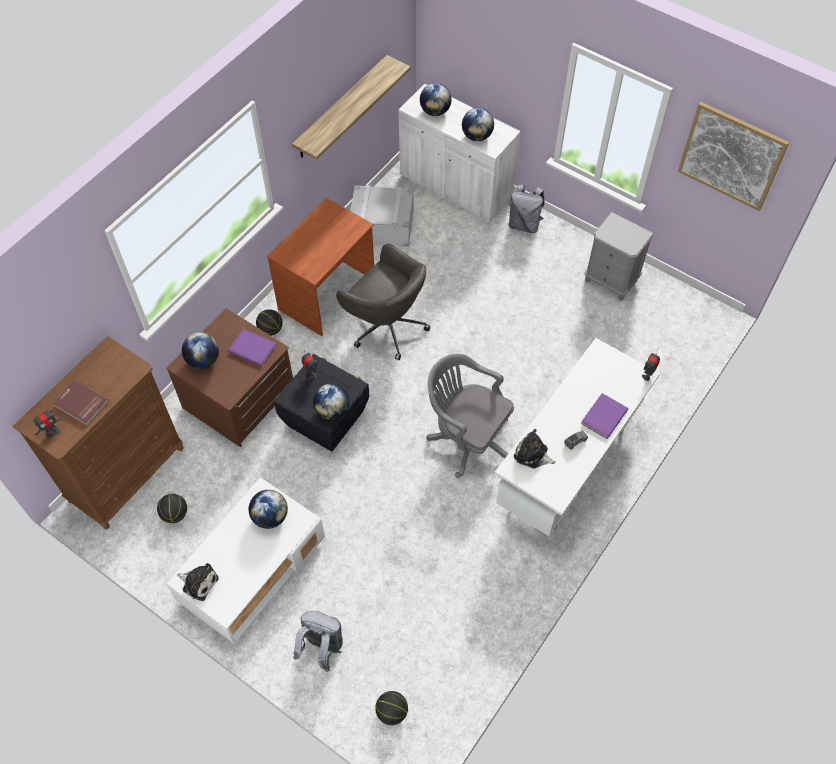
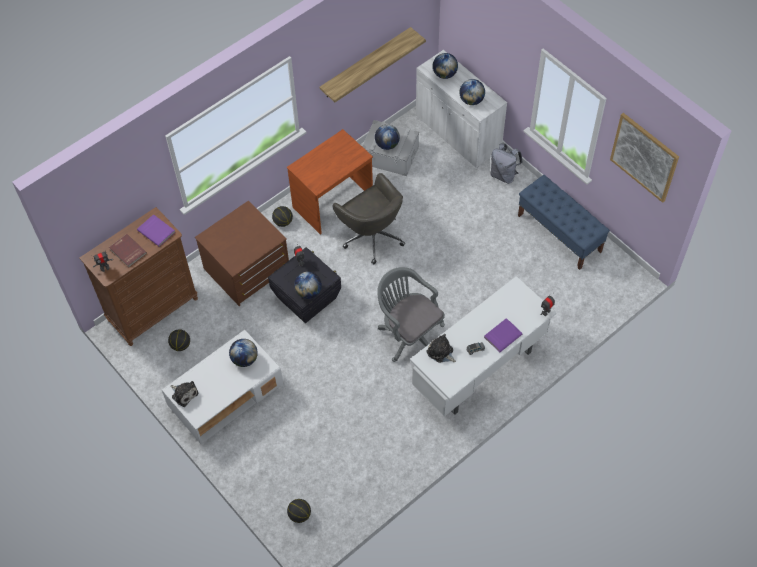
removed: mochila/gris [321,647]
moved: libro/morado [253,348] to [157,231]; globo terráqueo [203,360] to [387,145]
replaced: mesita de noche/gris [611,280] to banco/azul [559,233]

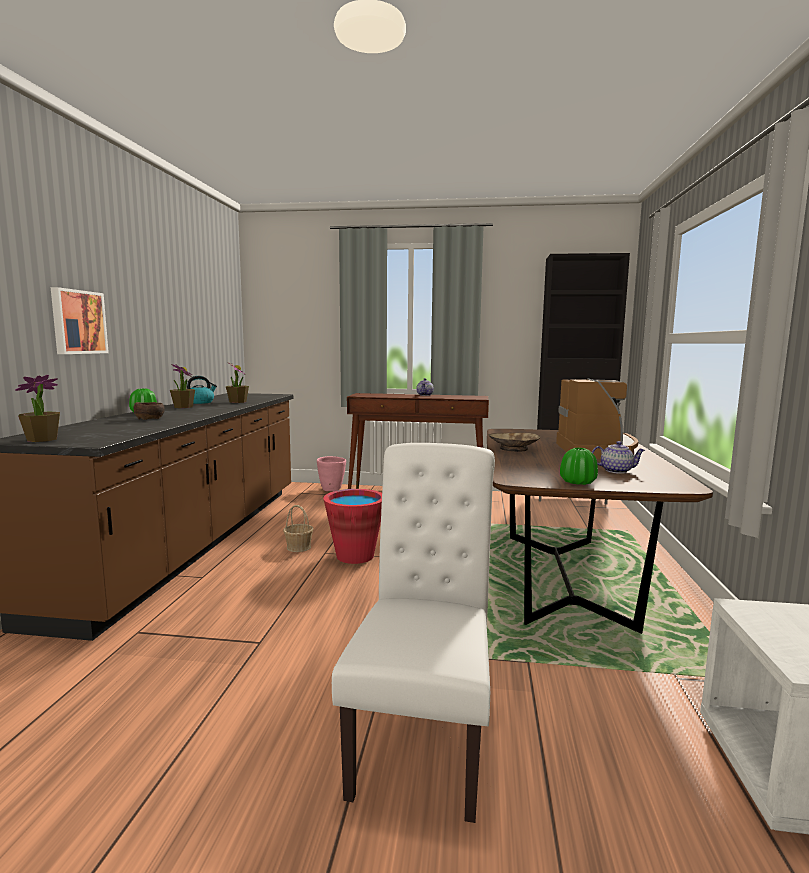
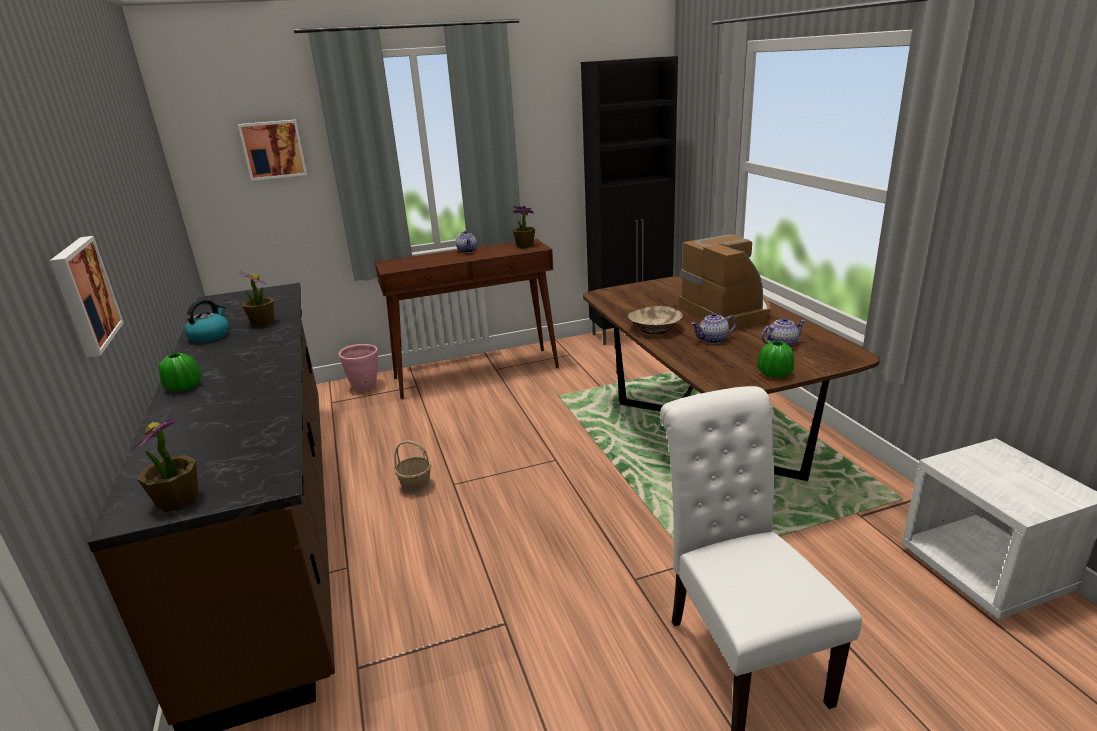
removed: cuenco/marrón [150,418]; cubo/rojo [355,556]
added: cuadro [273,149]; tetera [713,340]
moved: planta en maceta [183,407] to [524,245]

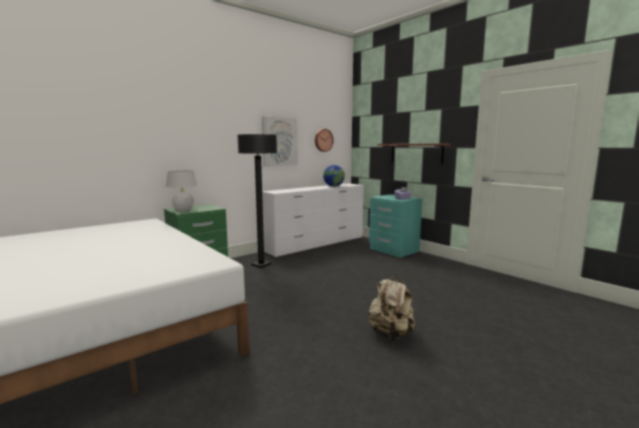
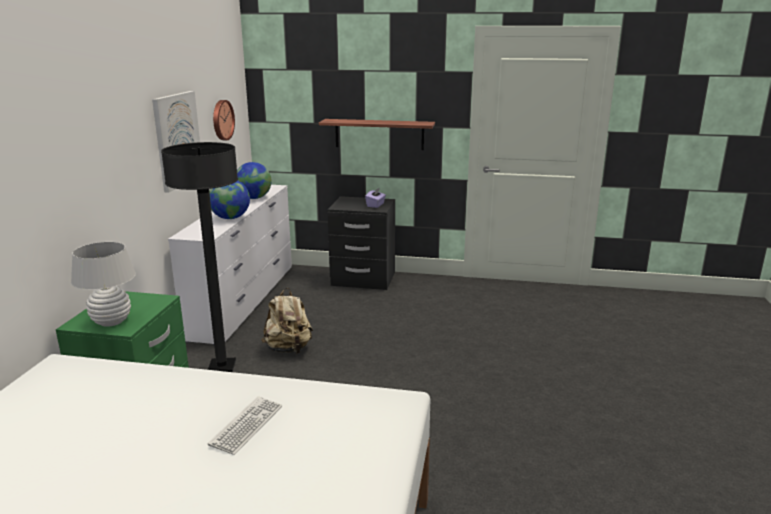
added: globo terráqueo [230,218]; teclado [247,425]
moved: mochila/beis [391,334] to [289,349]
recoloured: mesita de noche/turquesa [393,250] to mesita de noche/negro [363,279]

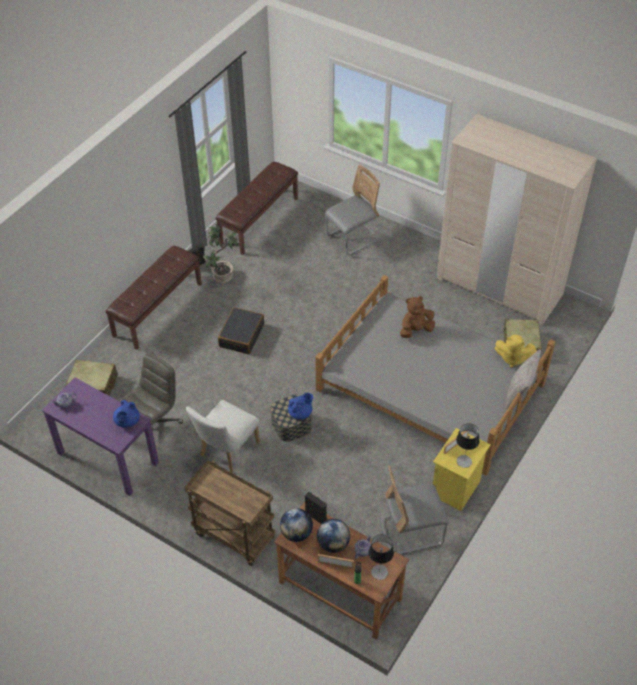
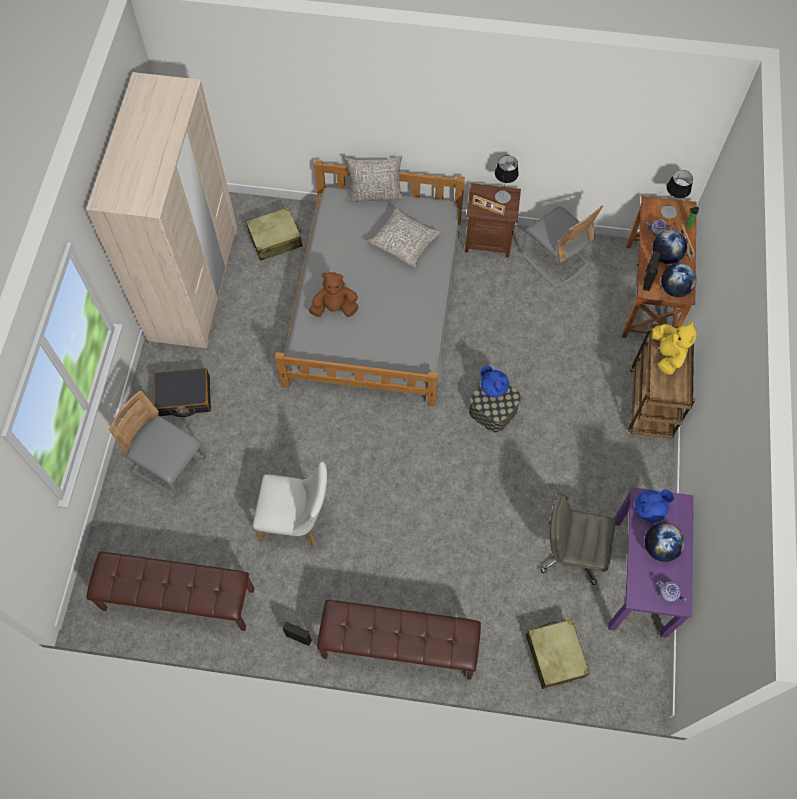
removed: planta en maceta [223,277]
added: cojín/gris [404,242]; globo terráqueo [659,547]
moved: maleta/negro [241,335] to [184,396]; peluche/amarillo [513,358] to [667,355]; silla/blanco [226,452] to [297,521]
recoloured: mesita de noche/amarillo [456,489] to mesita de noche/marrón [488,240]
turned: peluche/marrón [415,330] = [335,308] 135 degrees clockwise

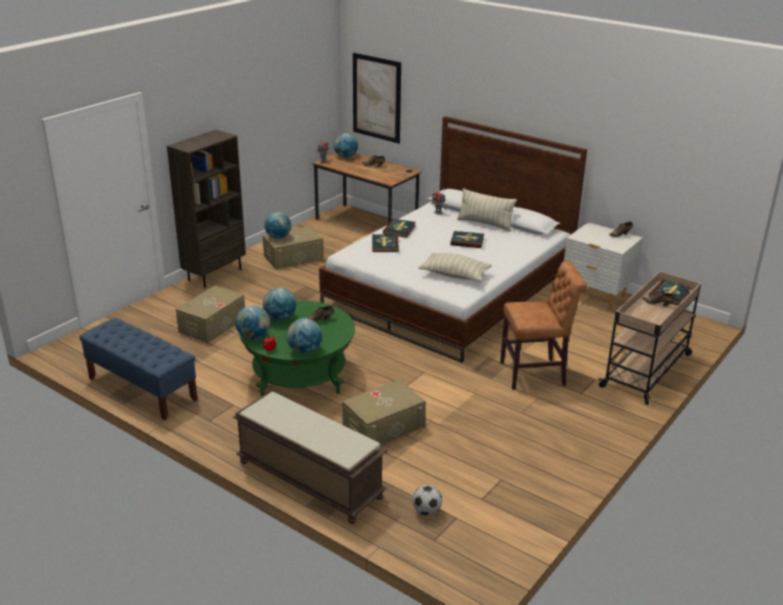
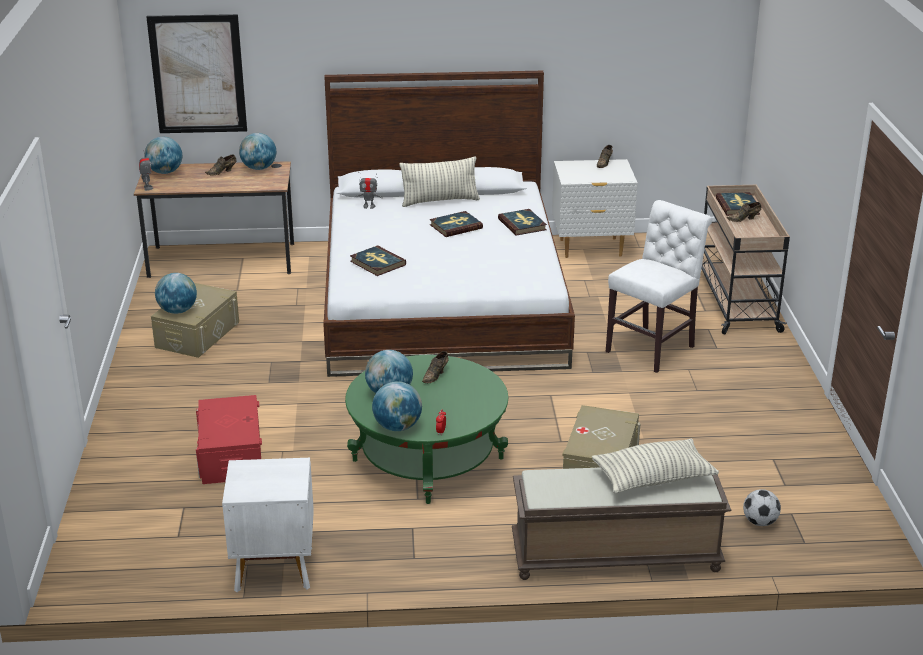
removed: estantería/marrón [214,275]
moved: libro [399,230] to [522,224]; cojín [454,275] to [653,478]; globo terráqueo [305,350] to [259,168]
replaced: banco/azul [142,389] to mesita de noche/blanco [273,568]
recoloured: silla/marrón [536,374] to silla/blanco [653,348]; caja de almacenaje/beis [212,325] to caja de almacenaje/rojo [231,455]

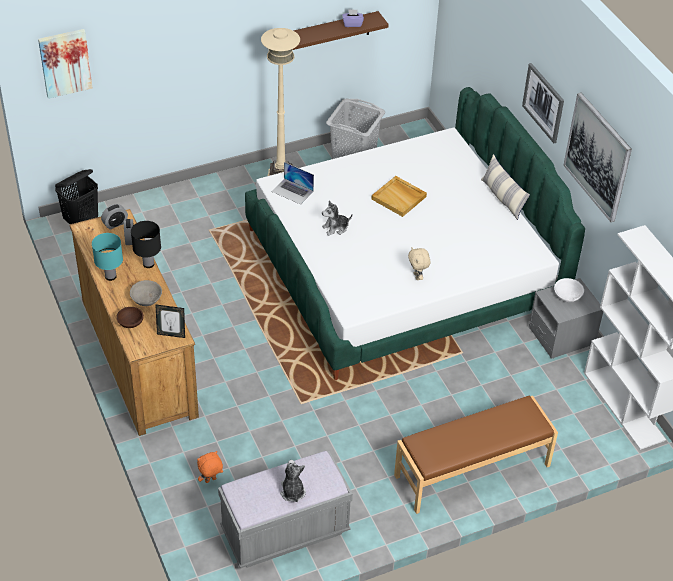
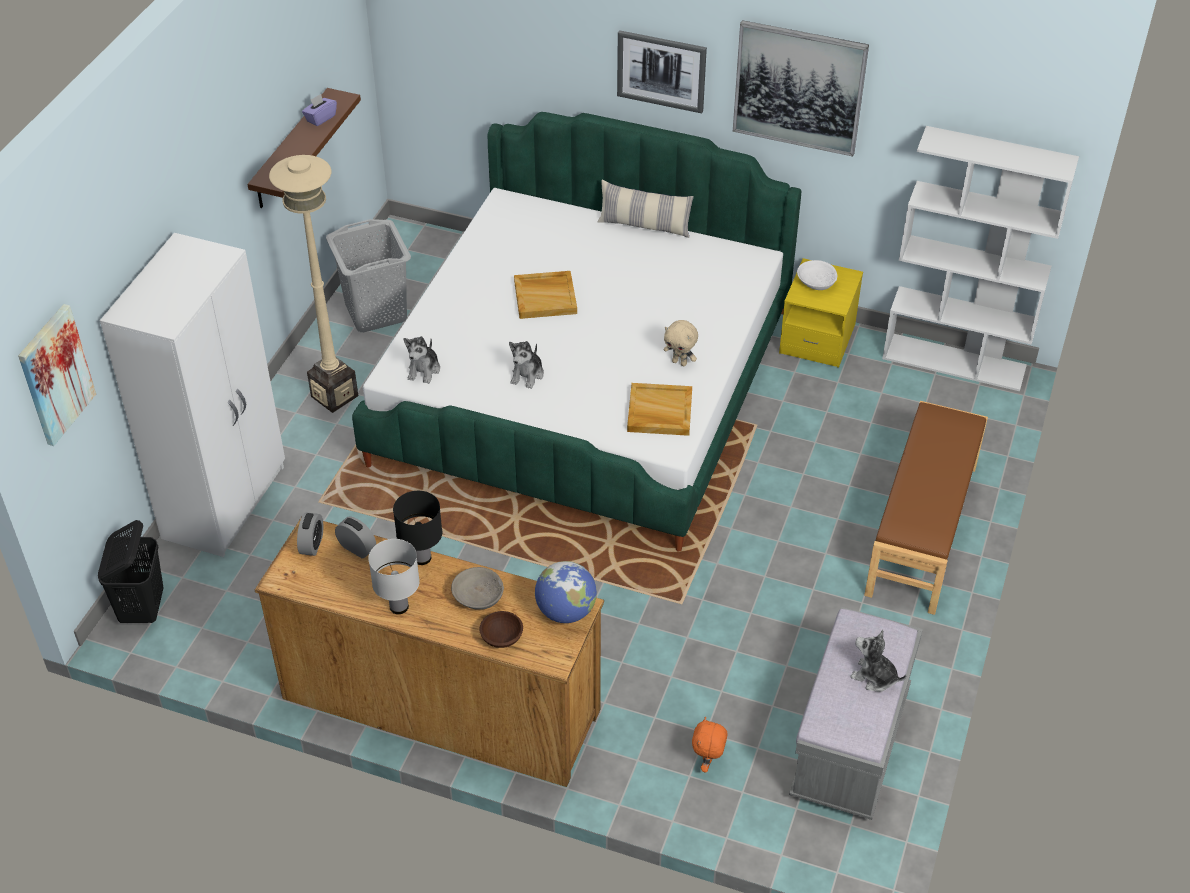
added: armario ropero/blanco [226,502]; bandeja/beis [659,412]
replaced: portátil [292,191] to peluche [424,370]; portarretratos [171,334] to globo terráqueo [566,611]
recoloured: lámpara de mesa/turquesa [110,276] to lámpara de mesa/blanco [399,607]; mesita de noche/gris [561,336] to mesita de noche/amarillo [817,339]

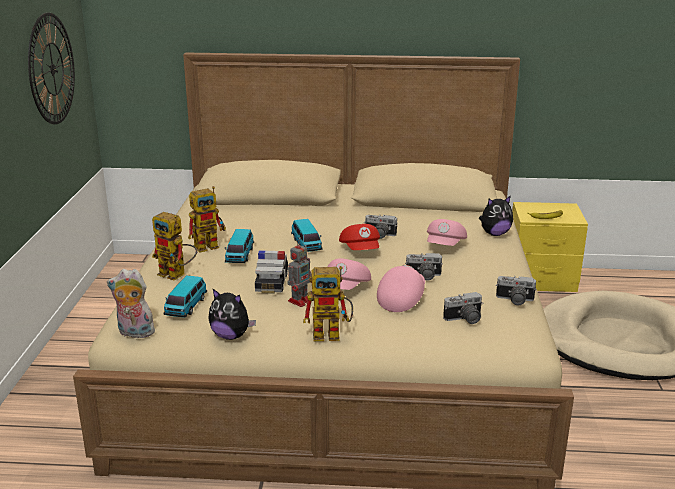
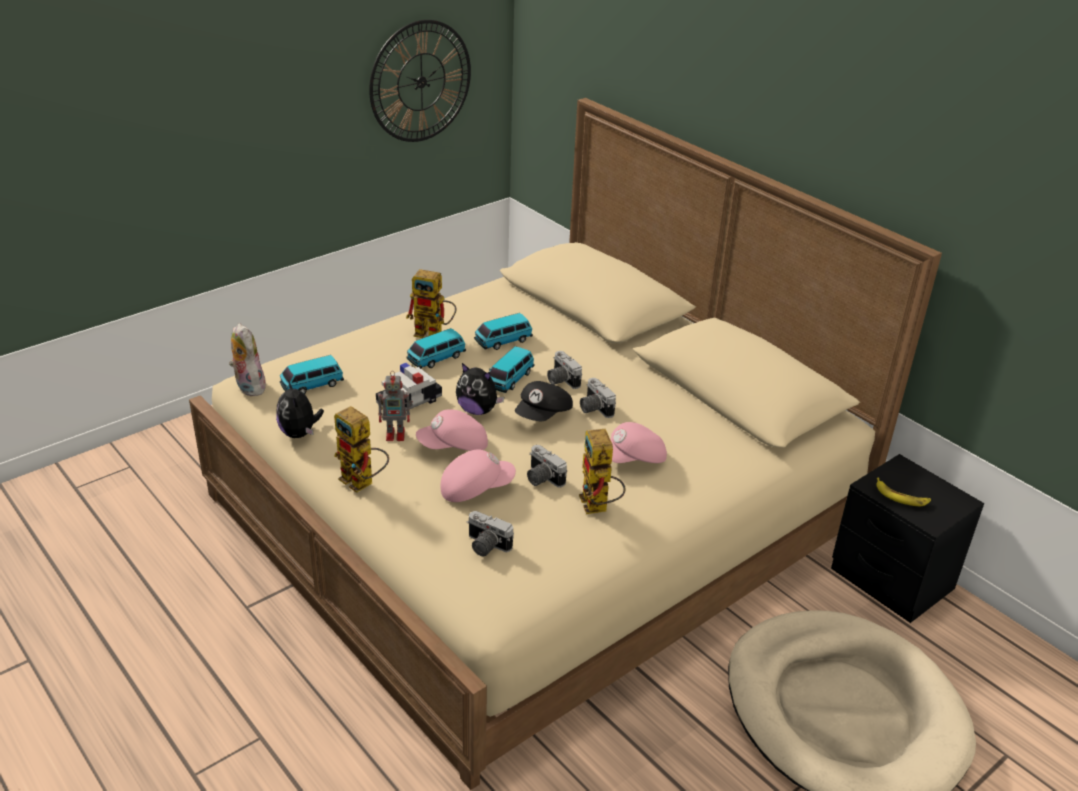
added: coche de juguete [503,341]
moved: peluche [494,234] to [477,410]; robot de juguete [177,275] to [598,508]; cámara [514,300] to [560,380]
recoloured: mesita de noche/amarillo [541,280] to mesita de noche/negro [891,579]; gorra/rojo [361,250] to gorra/negro [543,415]

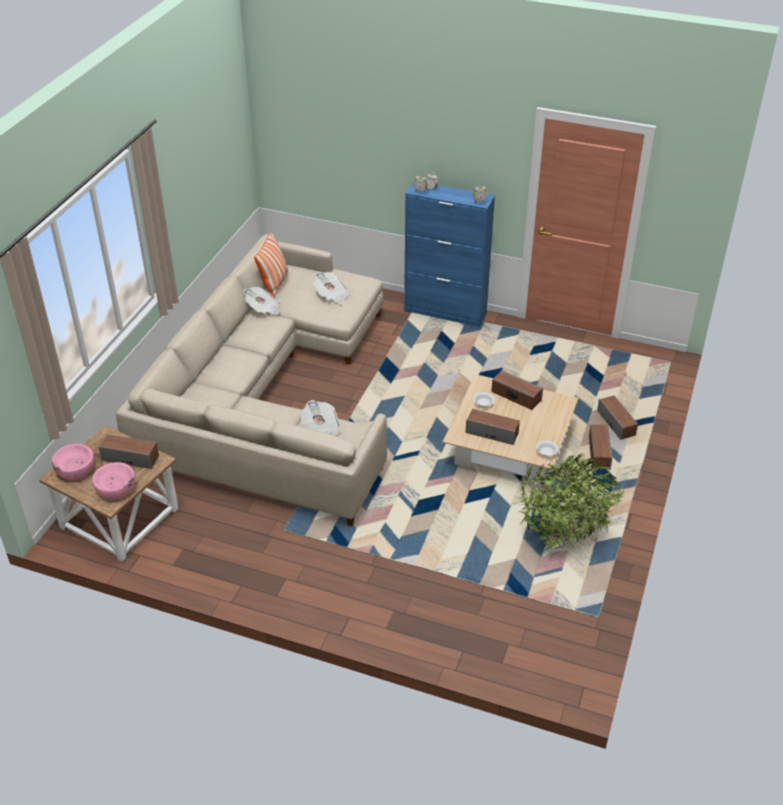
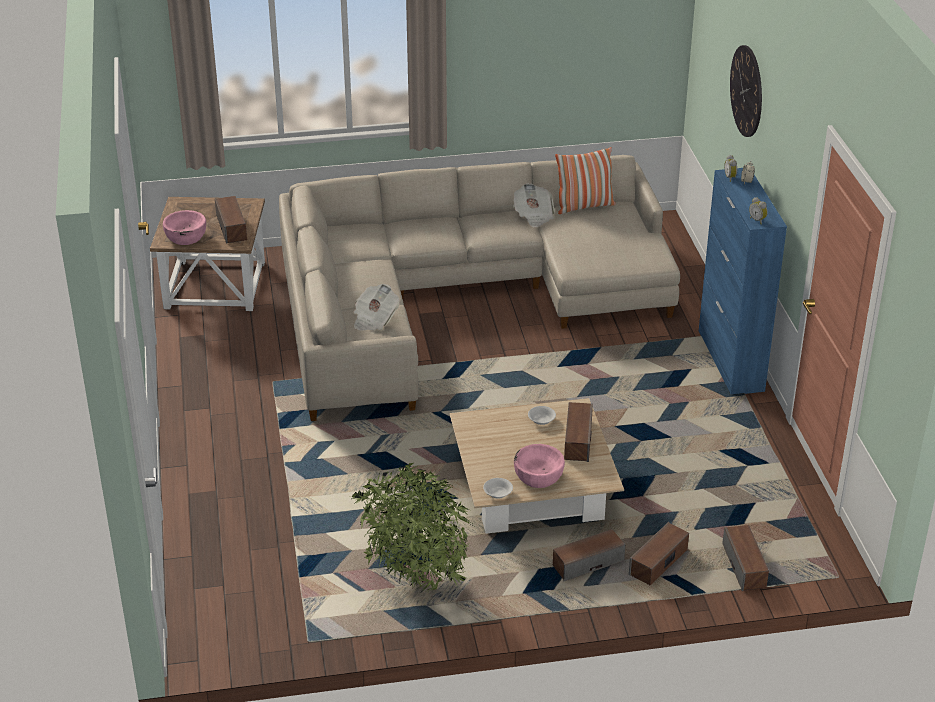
removed: periódico [331,295]
added: reloj de pared [746,91]
moved: altavoz [492,432] to [744,566]; cuenco/rosa [75,470] to [538,476]

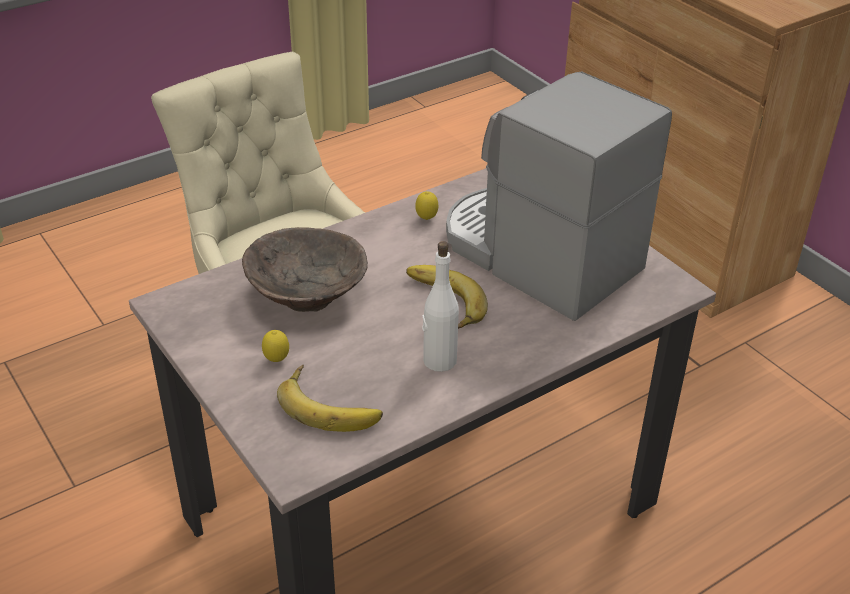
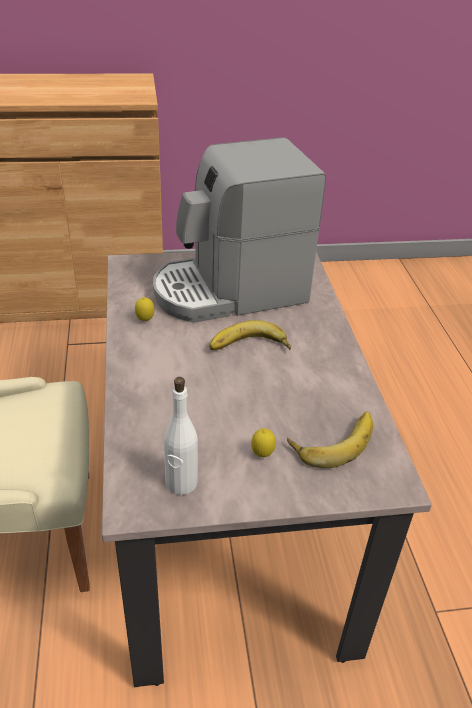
removed: cuenco/marrón [306,296]
moved: botella/blanco [439,360] to [181,483]

